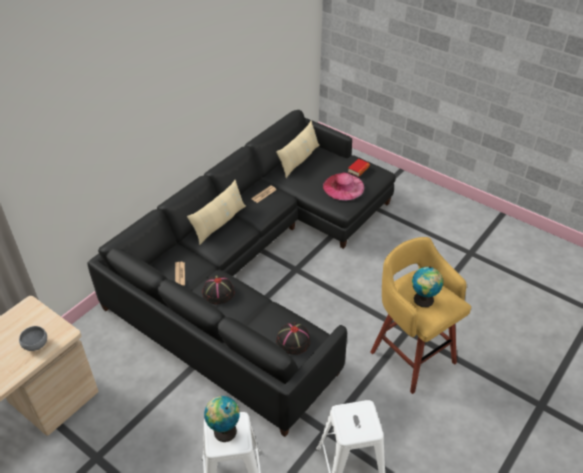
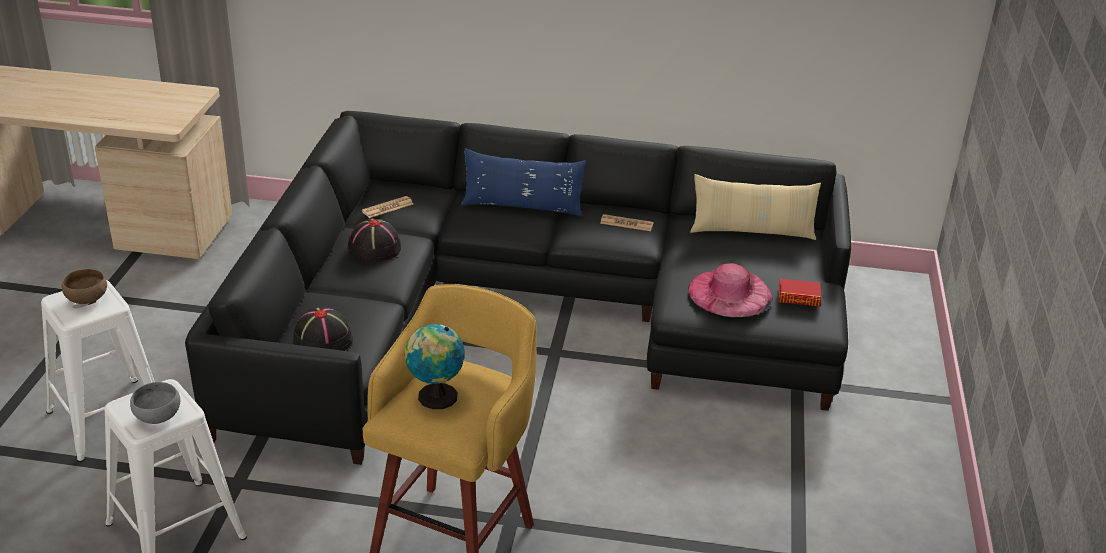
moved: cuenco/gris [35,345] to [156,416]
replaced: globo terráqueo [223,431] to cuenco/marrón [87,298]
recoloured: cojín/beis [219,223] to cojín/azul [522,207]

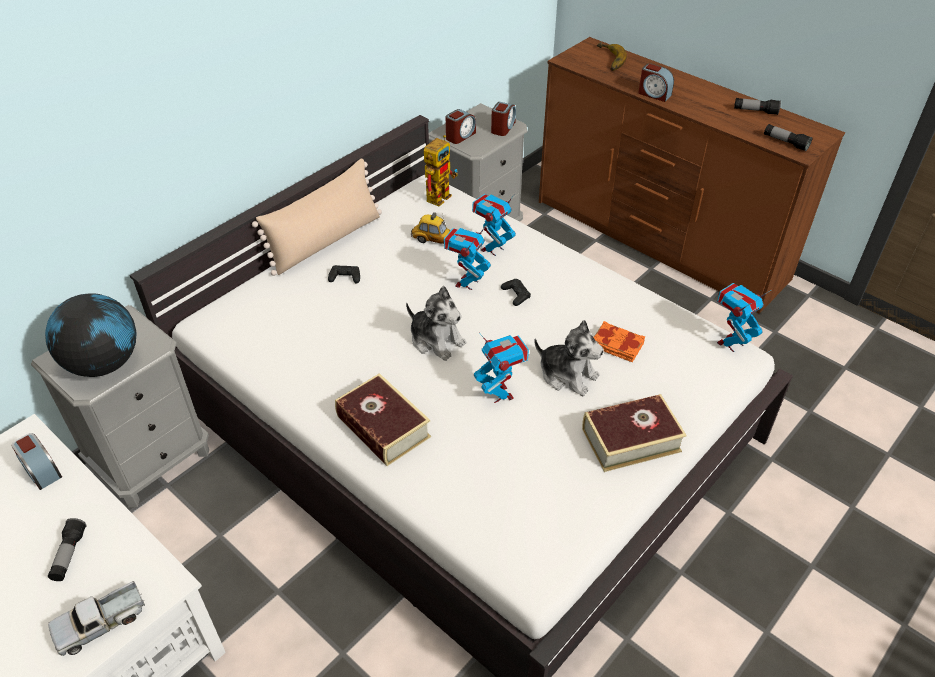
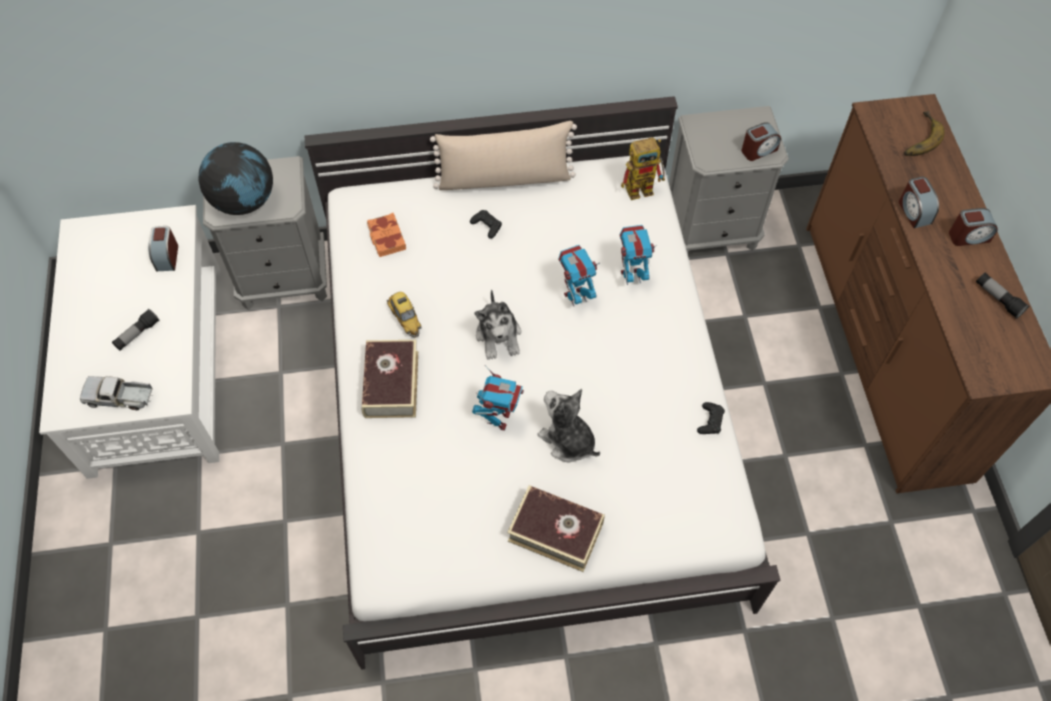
removed: linterna [785,143]; robot de juguete [730,343]
moved: despertador [460,136] to [968,236]; coche de juguete [434,241] to [405,319]; mando de consola/negro [516,295] to [710,421]; libro/naranja [617,346] to [386,238]
turned: peluche [567,375] = [568,440] 150 degrees clockwise

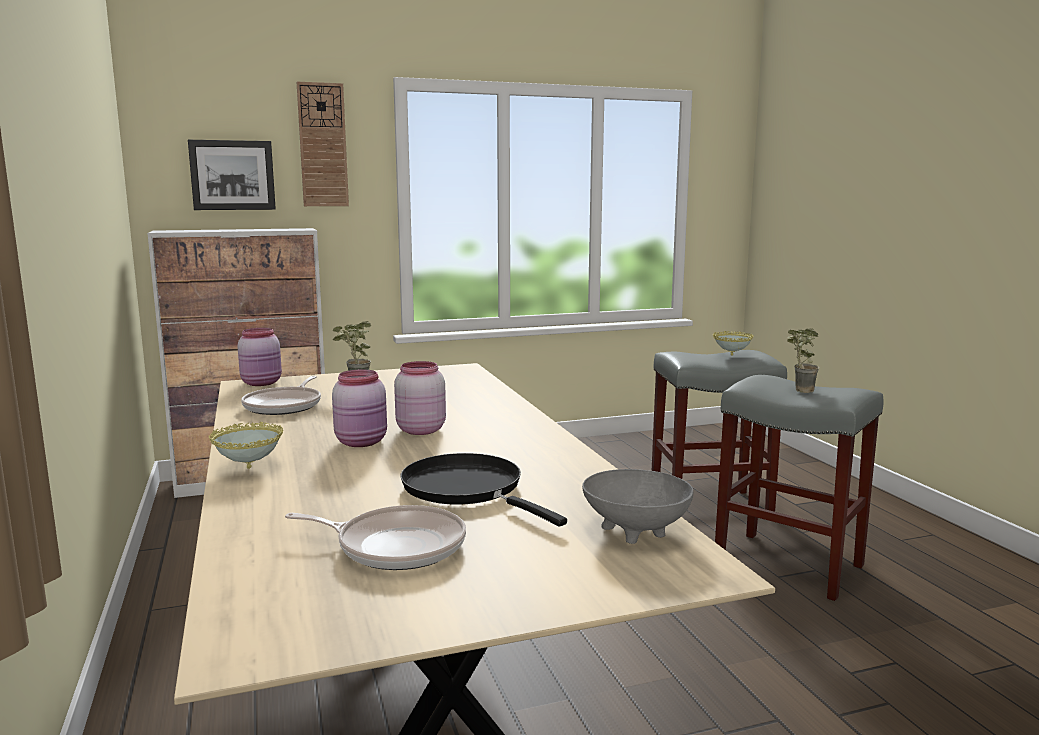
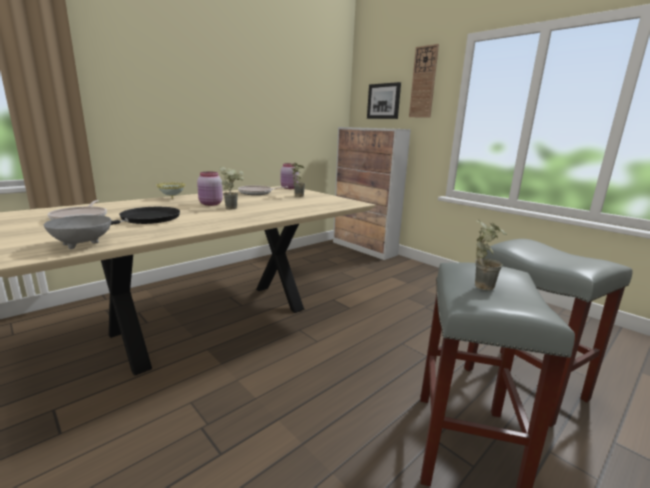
removed: cuenco [731,355]
replaced: tarro/rosa [419,430] to planta en maceta [233,208]

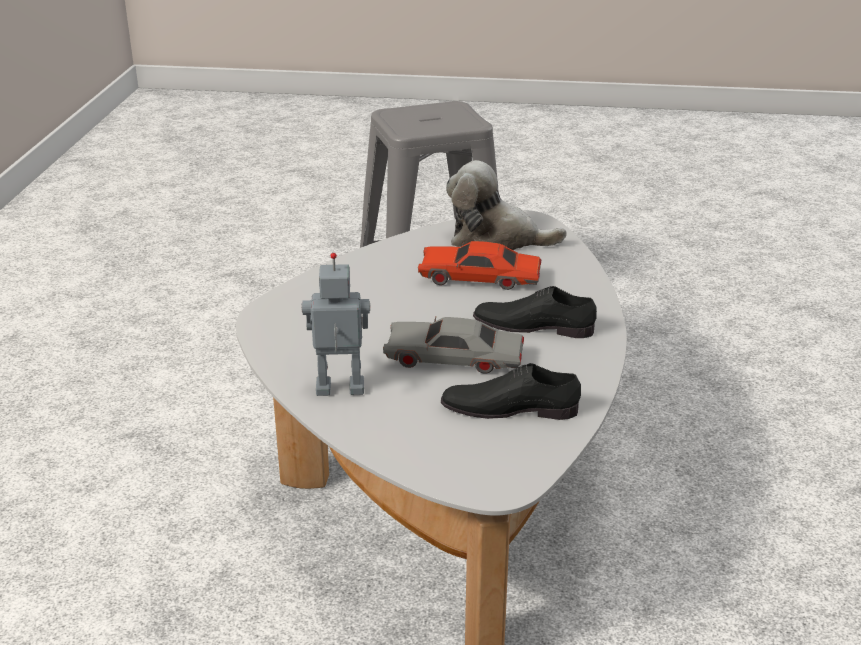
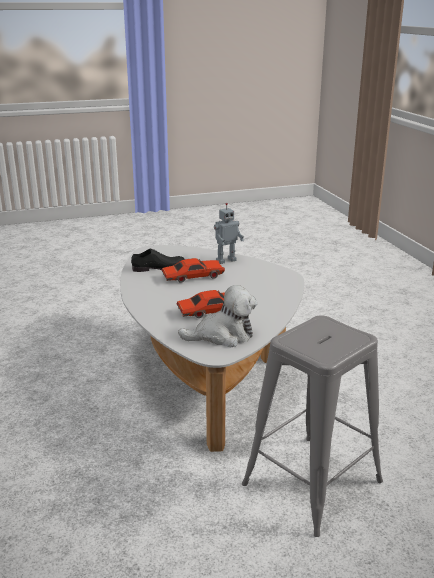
removed: zapato/negro [534,325]
recoloured: coche de juguete/gris [454,359] to coche de juguete/rojo [193,277]

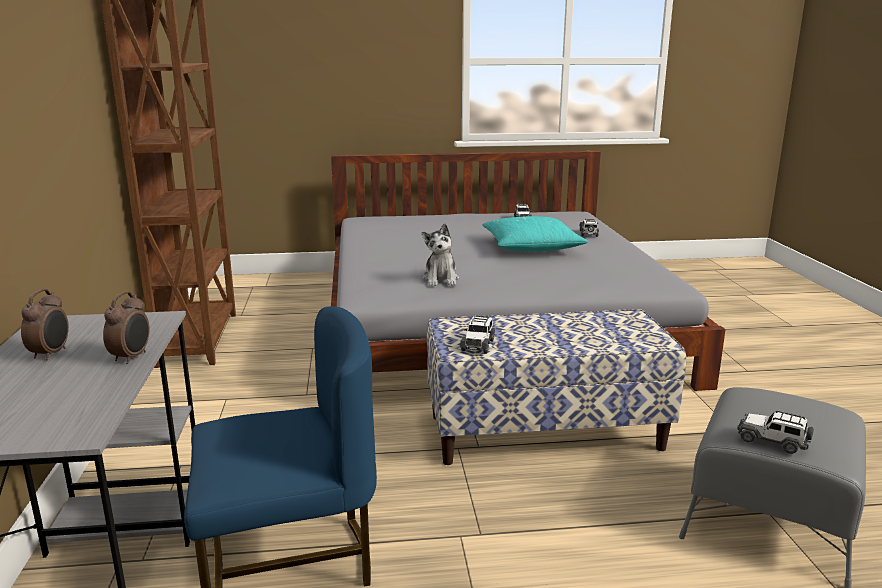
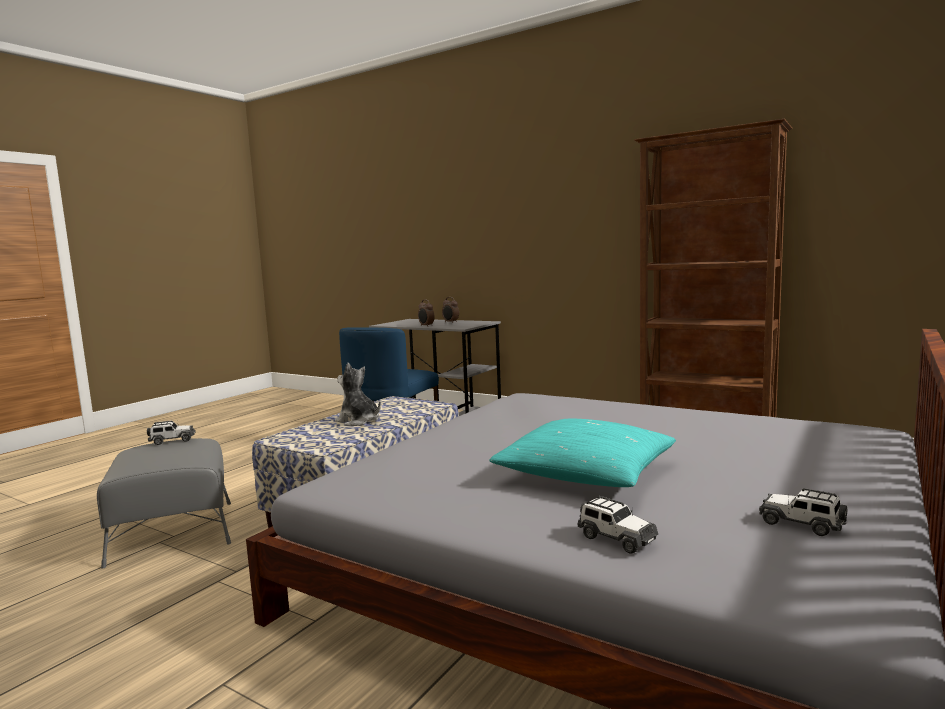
removed: coche de juguete [478,344]
moved: peluche [441,279] to [358,421]

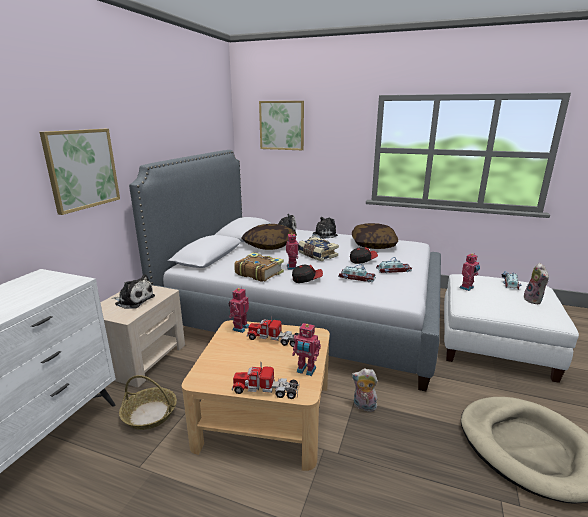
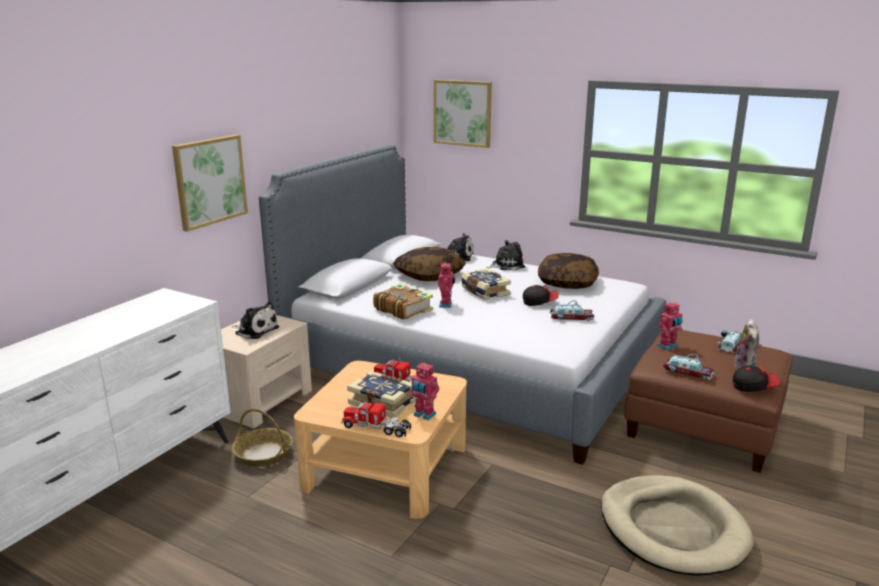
removed: robot de juguete [239,328]; peluche [363,406]
added: libro [383,402]
moved: gorra [307,279] to [753,387]; coche de juguete [356,277] to [687,371]
recoloured: puf/blanco [494,344] to puf/marrón [703,424]

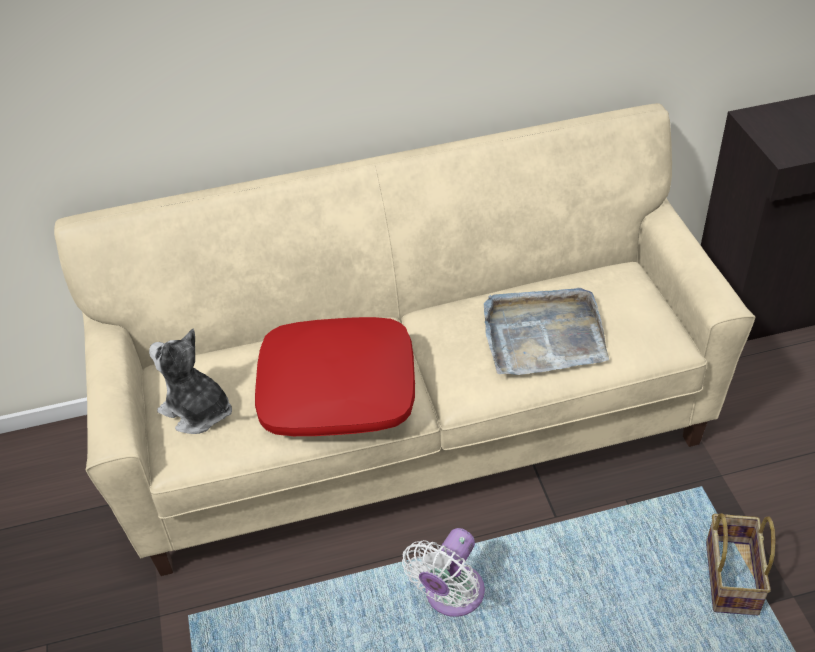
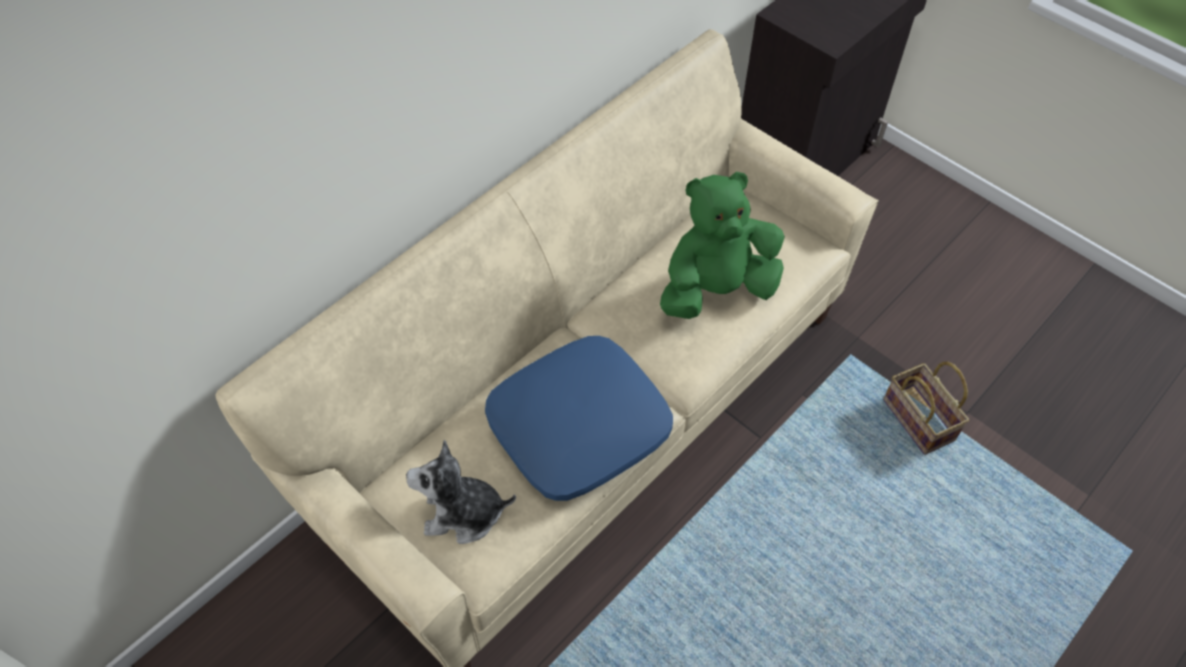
removed: ventilador/blanco [451,596]
replaced: bandeja/gris [542,335] to peluche/verde [716,289]
recoloured: cojín/rojo [338,389] to cojín/azul [578,425]

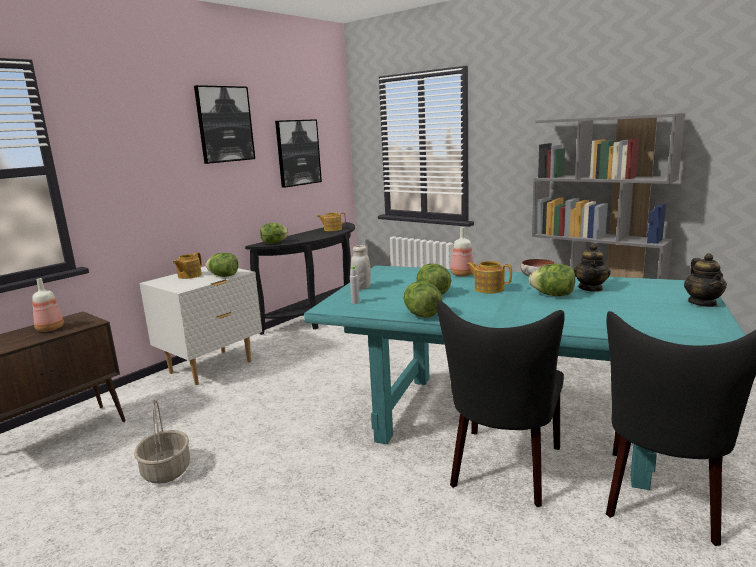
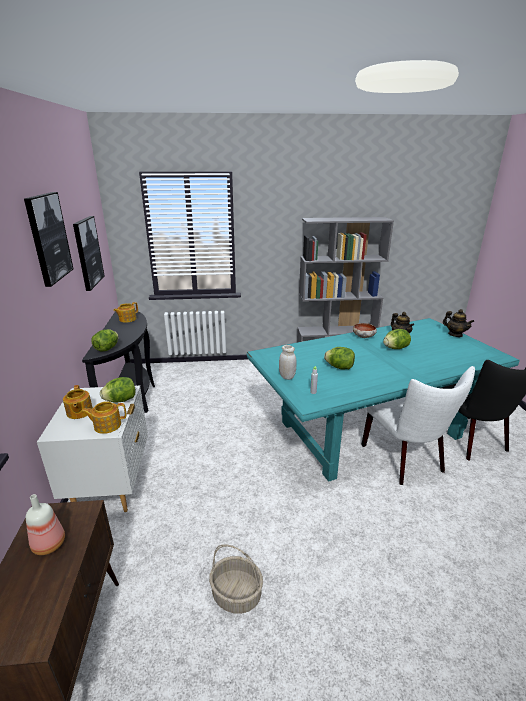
removed: botella [461,275]; lechuga [421,315]
moved: tetera [488,289] to [107,425]
recoloured: silla/negro [503,470] to silla/blanco [406,460]

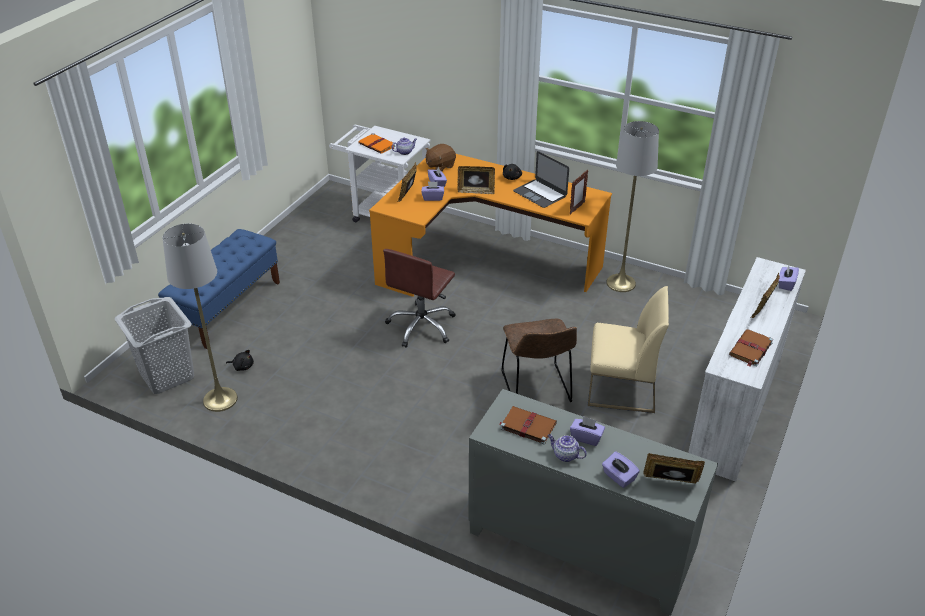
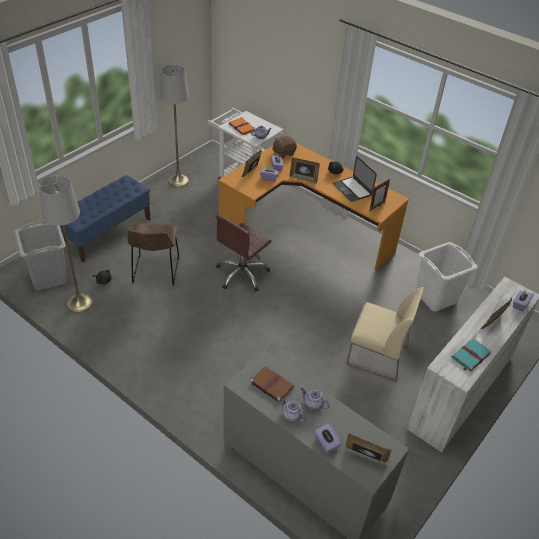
added: cesto de la ropa/blanco [436,298]
moved: lámpara de pie/gris [621,283] to [178,180]; silla/marrón [537,389] to [155,272]
replaced: caja de pañuelos/morado [586,437] to tetera [313,404]
recoloured: libro/marrón [750,349] to libro/turquesa [470,356]

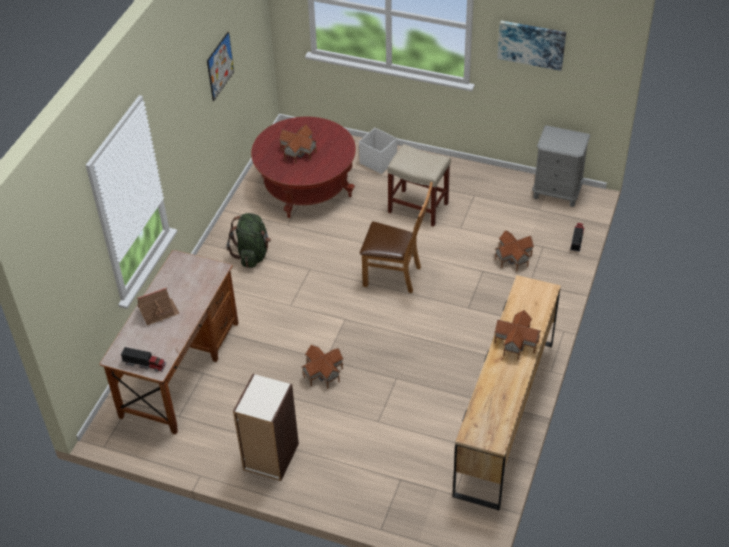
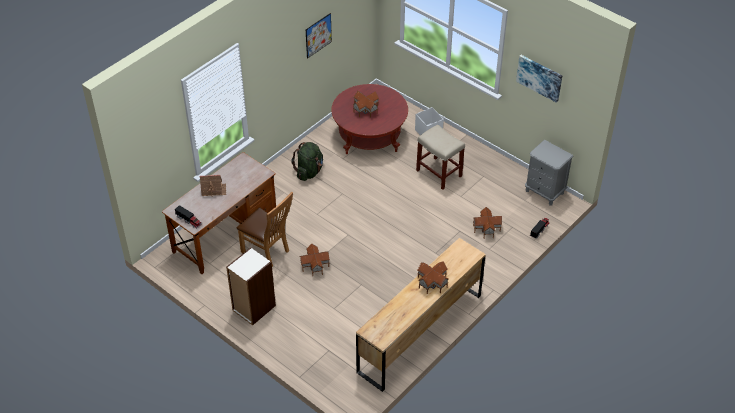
moved: silla/marrón [396,276] to [268,252]

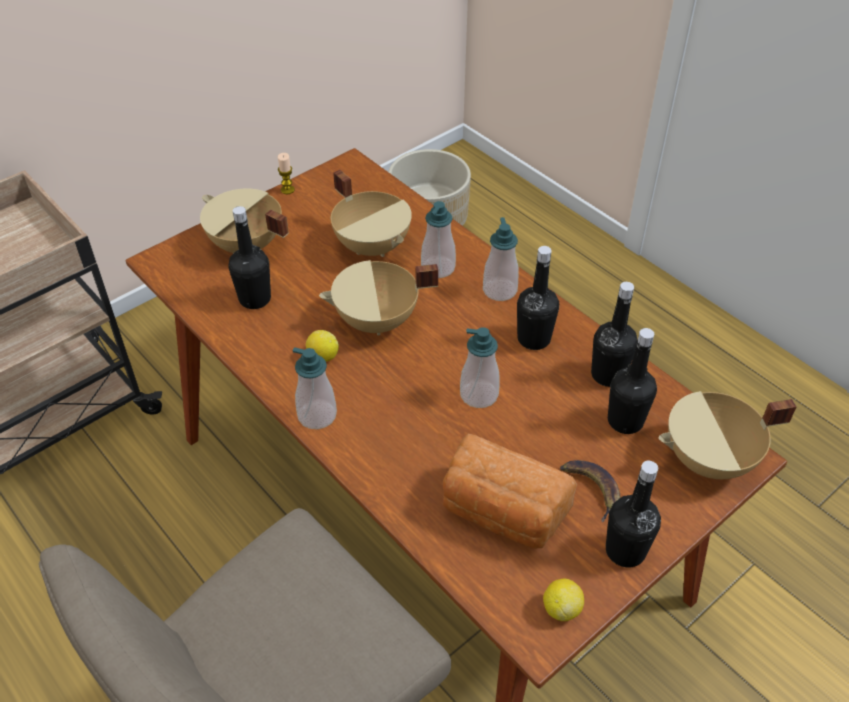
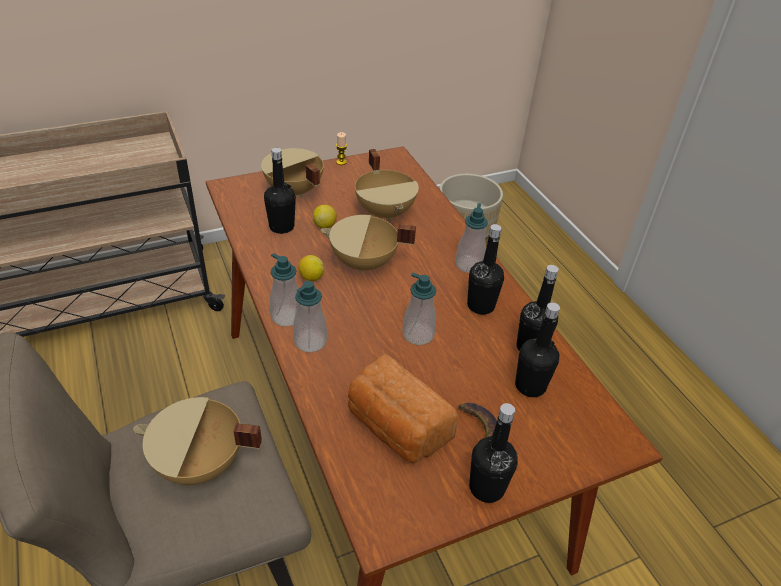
moved: dispensador de jabón [438,268] to [310,341]; olla/beis [709,461] to [199,465]; limón [561,609] to [325,225]

